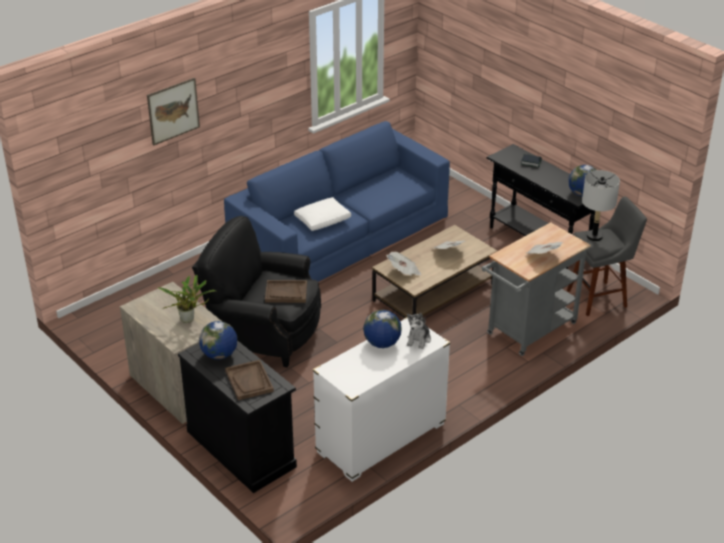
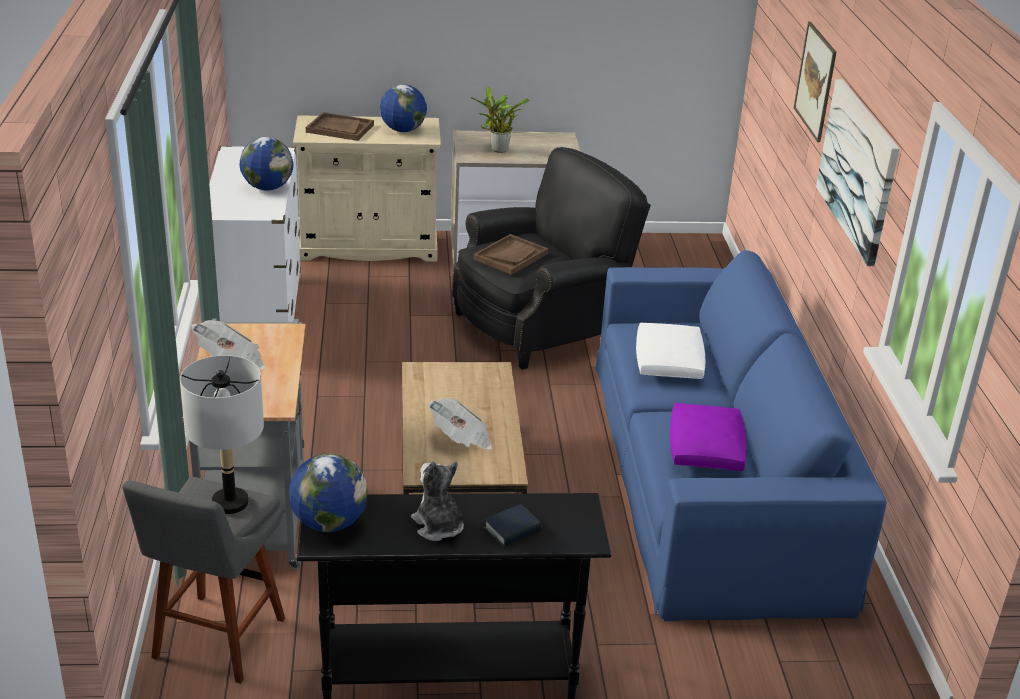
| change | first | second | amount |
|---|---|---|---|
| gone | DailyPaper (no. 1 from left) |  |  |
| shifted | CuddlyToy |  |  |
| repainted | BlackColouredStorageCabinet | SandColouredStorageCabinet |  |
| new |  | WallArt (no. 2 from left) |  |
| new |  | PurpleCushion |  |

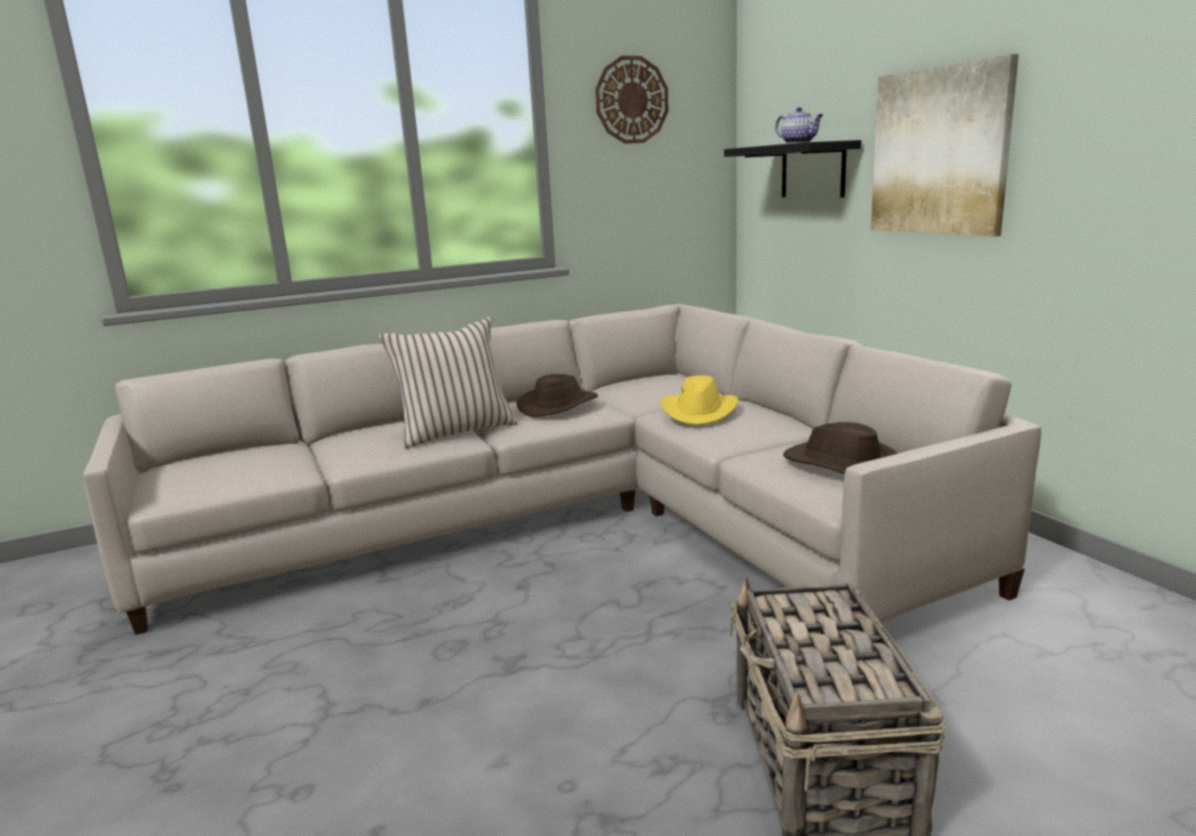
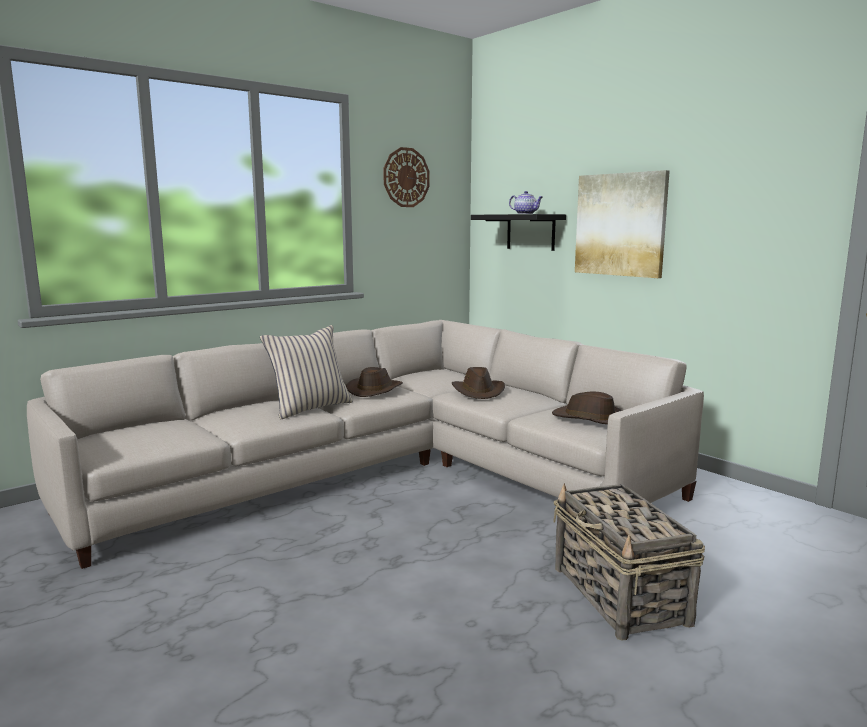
| change | first | second | amount |
|---|---|---|---|
| repainted | YellowColouredWearableHat | BrownWearableHat (no. 2 from left) |  |

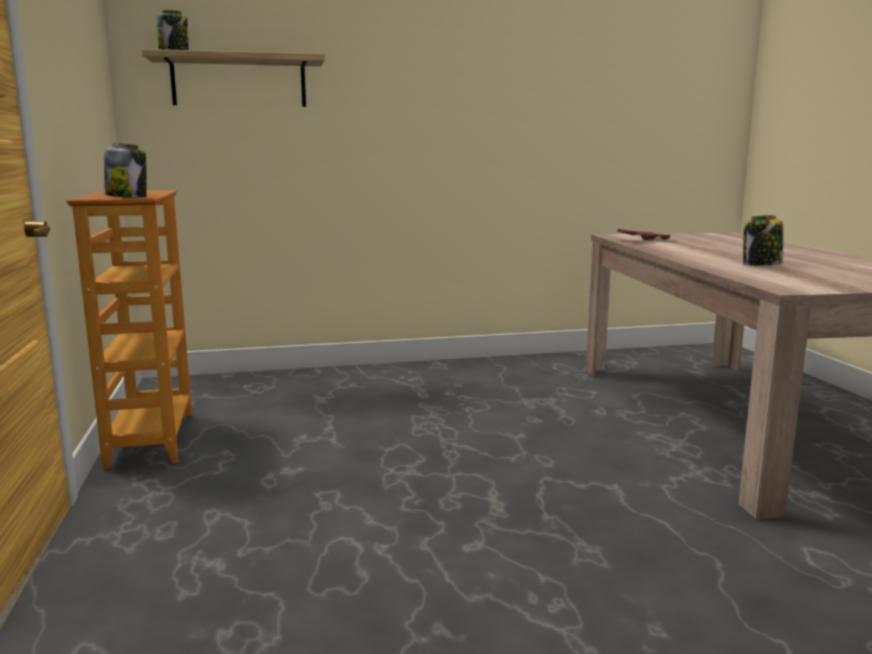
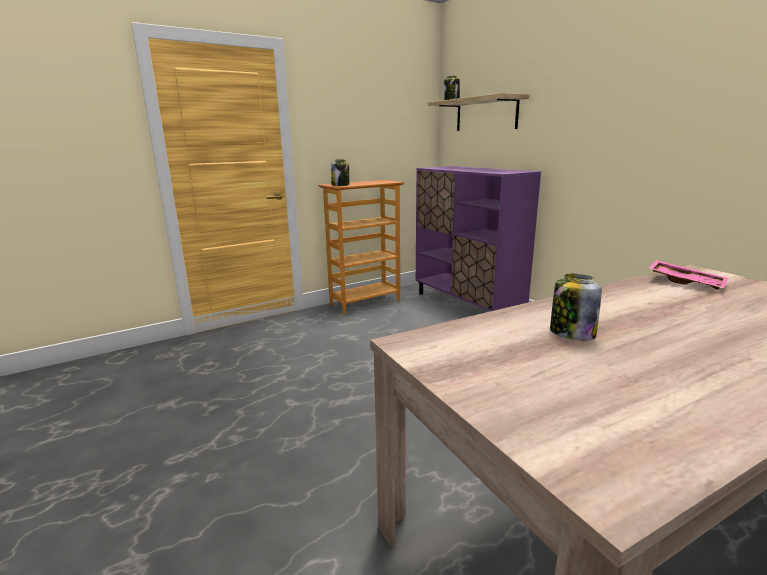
| change | first | second | amount |
|---|---|---|---|
| new |  | PurpleStorageCabinet |  |

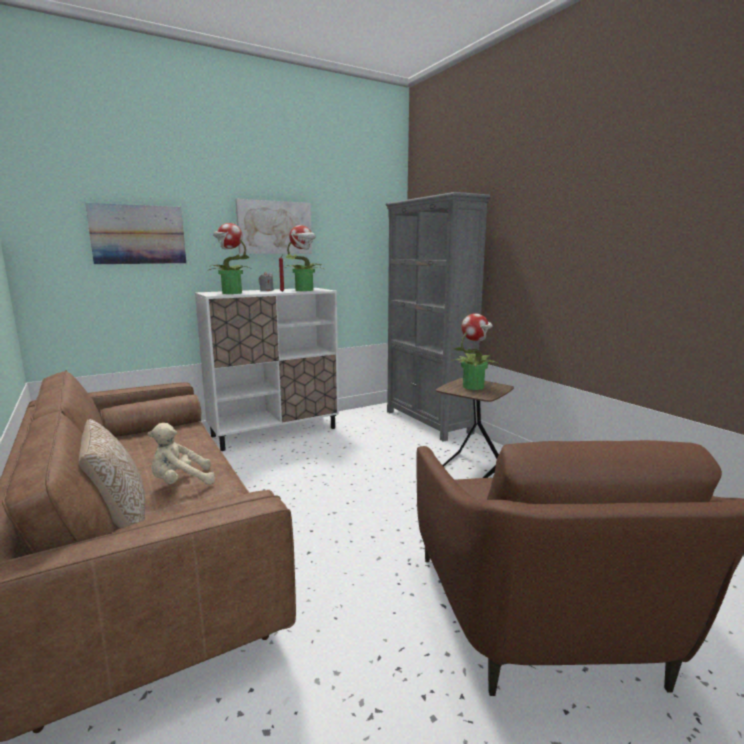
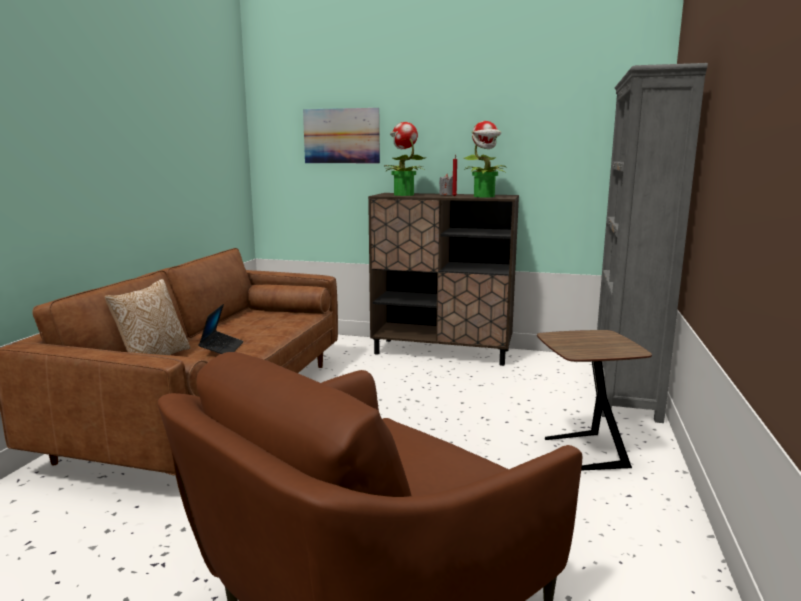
| change | first | second | amount |
|---|---|---|---|
| gone | WallArt (no. 2 from left) |  |  |
| repainted | WhitishStorageCabinet | BrownStorageCabinet |  |
| gone | PlantInAPot (no. 3 from left) |  |  |
| swapped | SandColouredCuddlyToy | NotebookComputer |  |

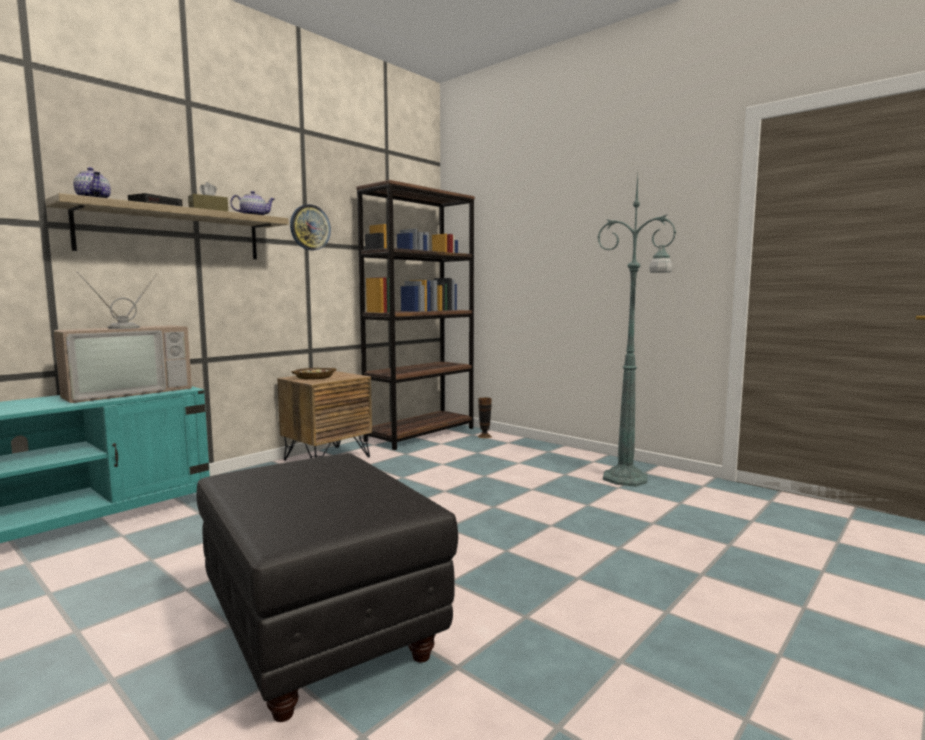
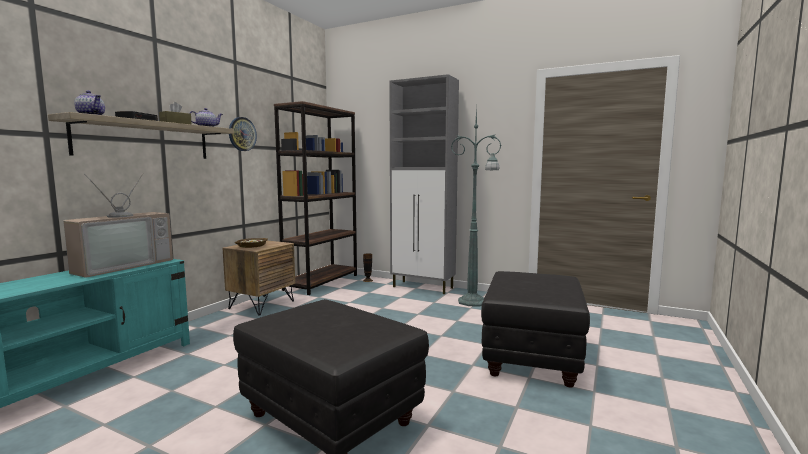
| change | first | second | amount |
|---|---|---|---|
| new |  | GrayStorageCabinet |  |
| new |  | BlackColouredOttoman (no. 2 from left) |  |

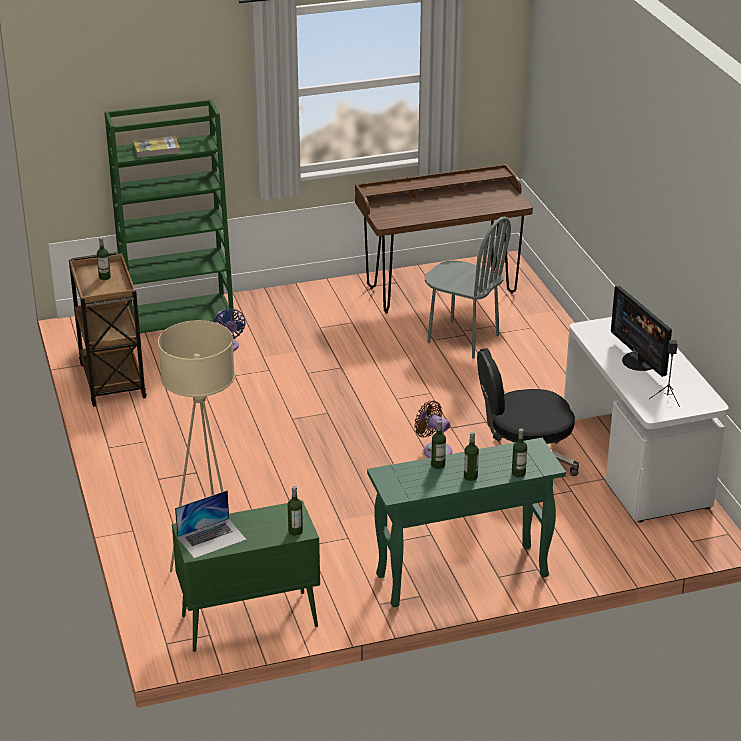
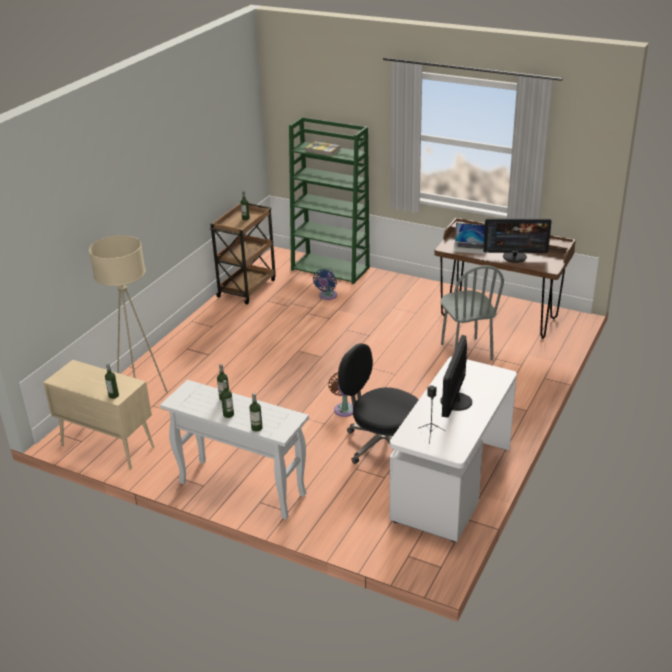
| change | first | second | amount |
|---|---|---|---|
| repainted | GreenColouredConsoleTable | WhitishConsoleTable |  |
| shifted | NotebookComputer |  |  |
| repainted | GreenColouredStorageCabinet | SandColouredStorageCabinet |  |
| new |  | Monitor (no. 2 from left) |  |

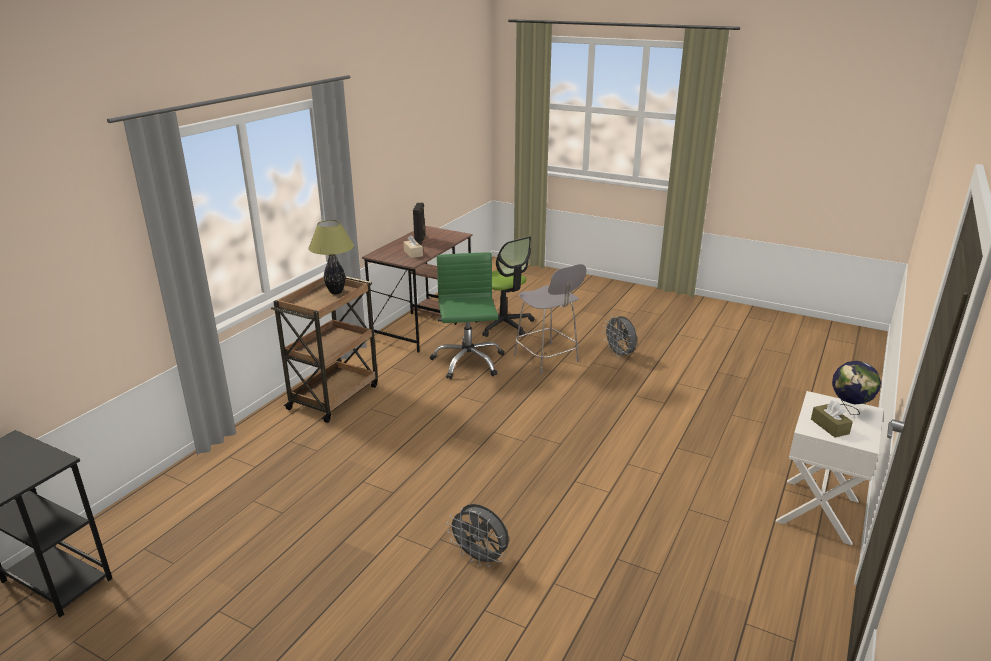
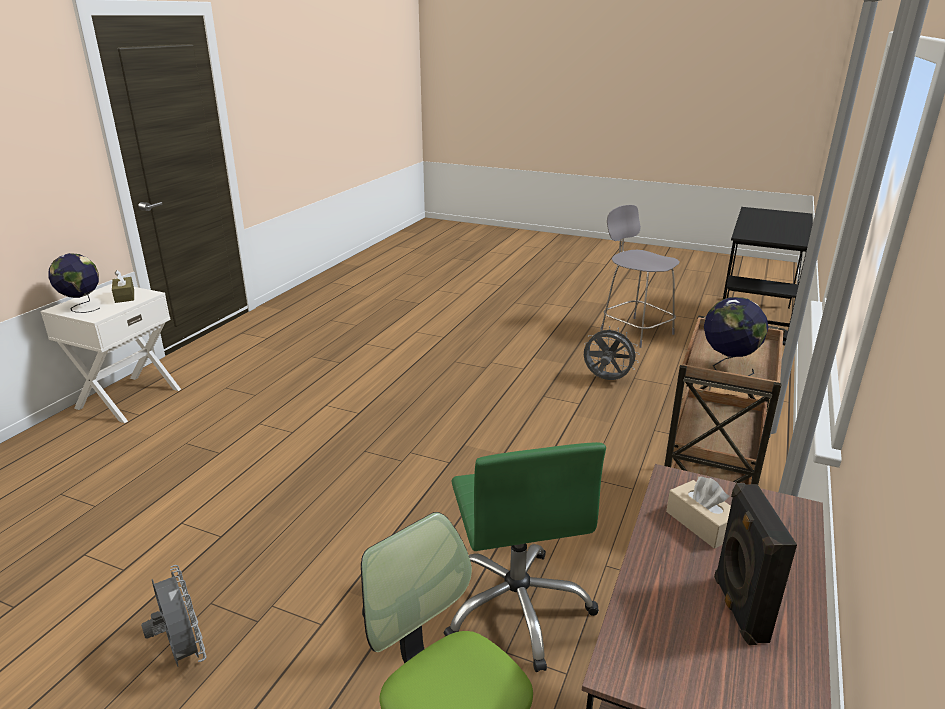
| change | first | second | amount |
|---|---|---|---|
| swapped | TabletopLamp | DeskGlobe (no. 2 from left) |  |
| shifted | GrayUprightChair |  |  |
| shifted | GrayElectricFan (no. 1 from left in the first image) | GrayElectricFan (no. 2 from left) |  |

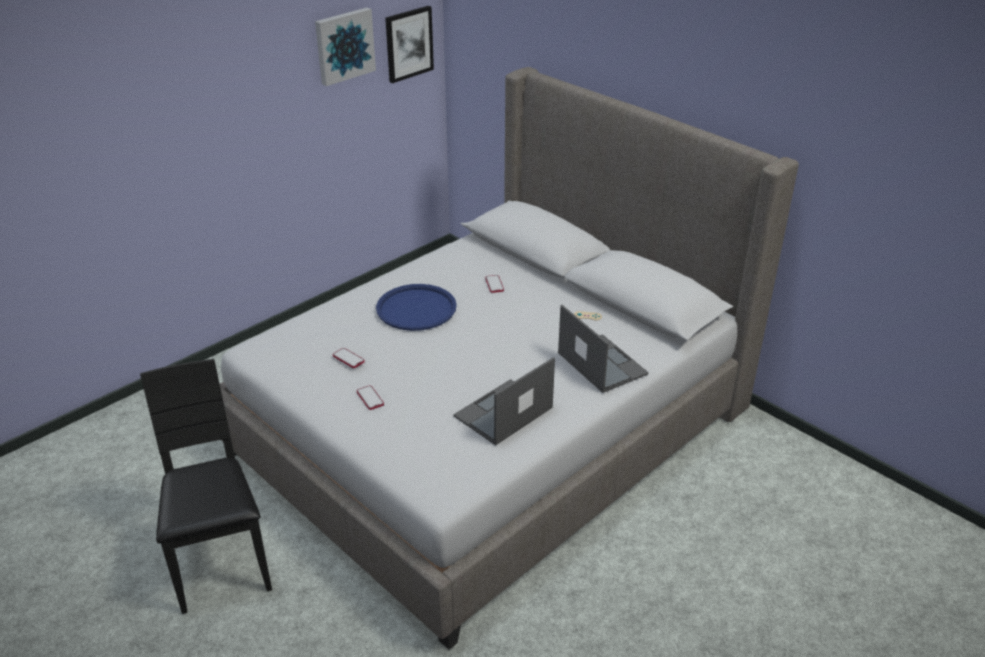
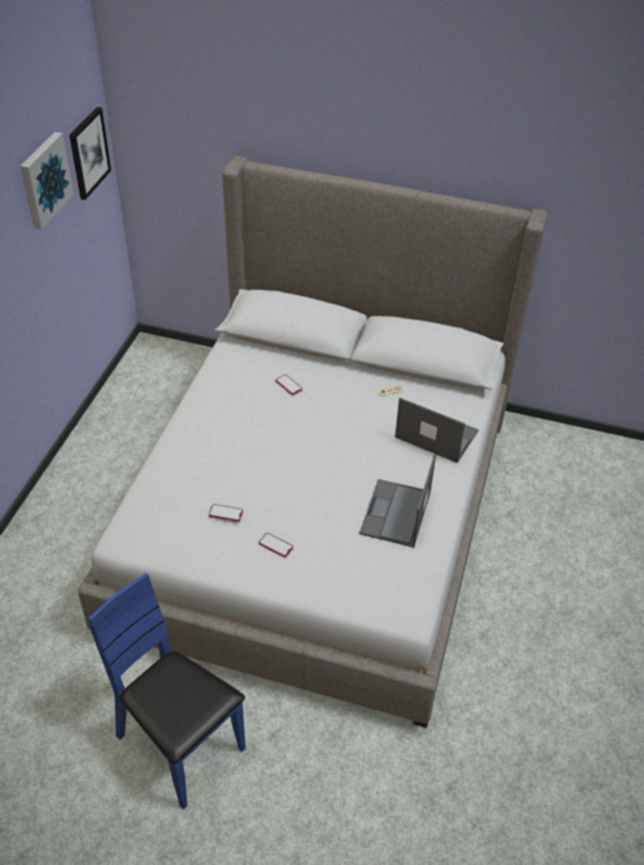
| change | first | second | amount |
|---|---|---|---|
| gone | BluishServingTray |  |  |
| repainted | BlackColouredUprightChair | BluishUprightChair |  |

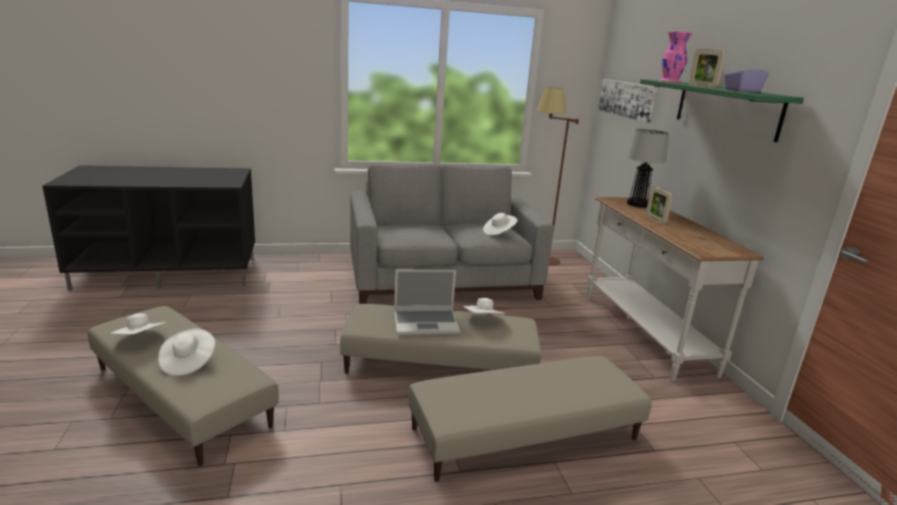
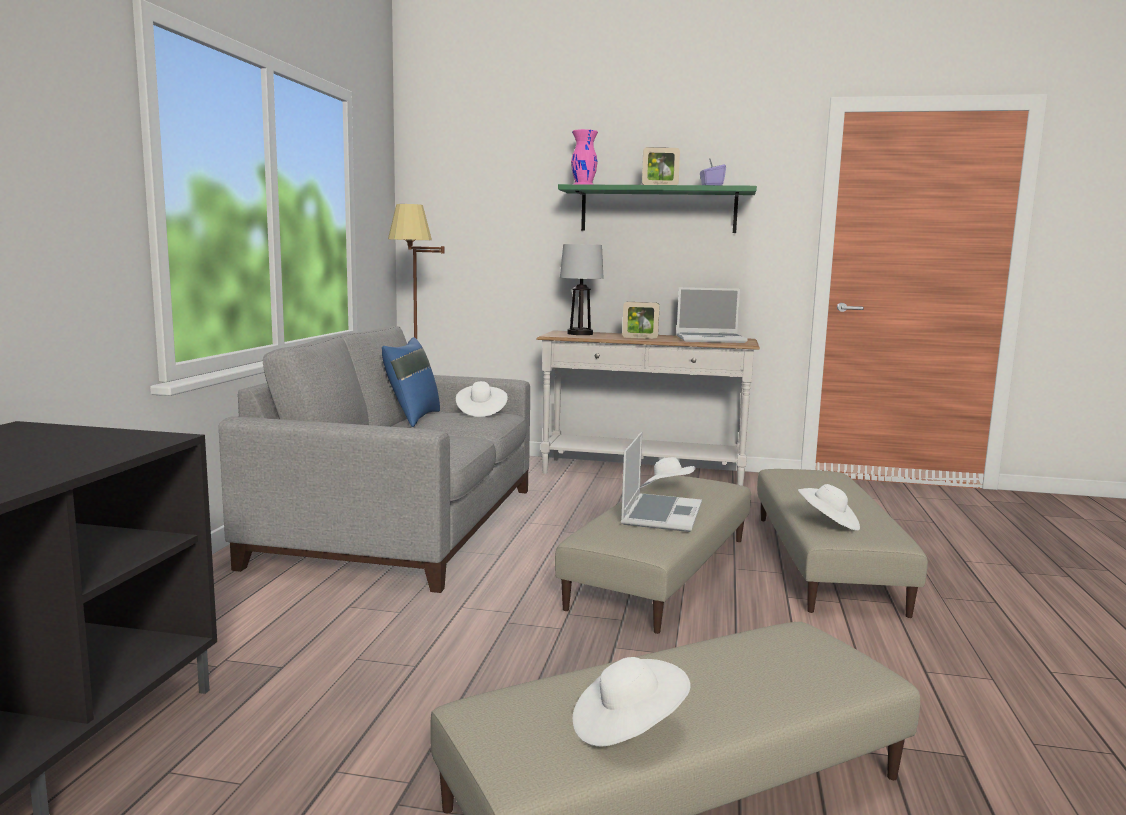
| change | first | second | amount |
|---|---|---|---|
| gone | WallArt |  |  |
| shifted | WhitishWearableHat (no. 2 from left in the first image) | WhitishWearableHat (no. 4 from left) |  |
| new |  | NotebookComputer (no. 2 from left) |  |
| new |  | BluishCushion |  |

